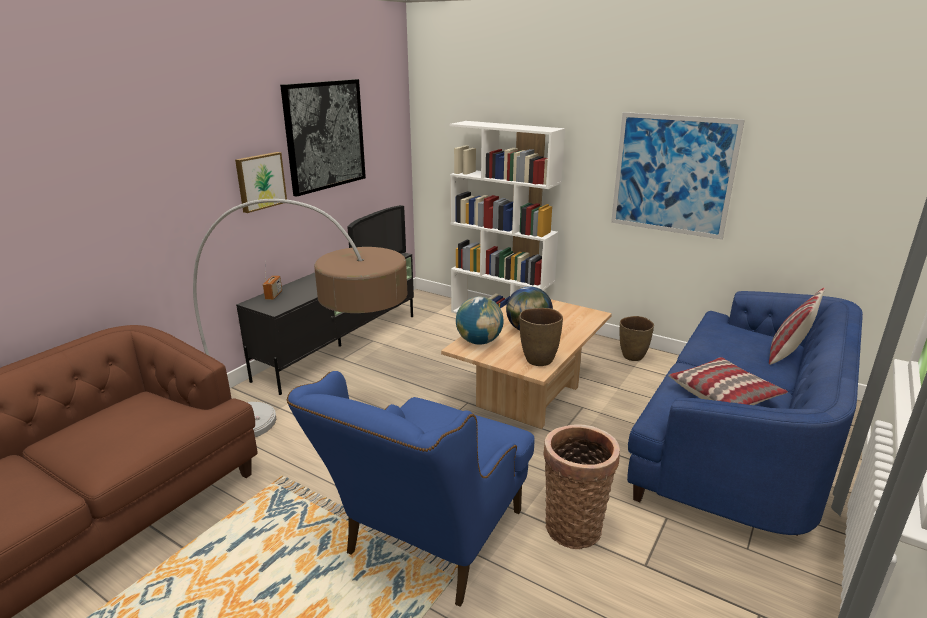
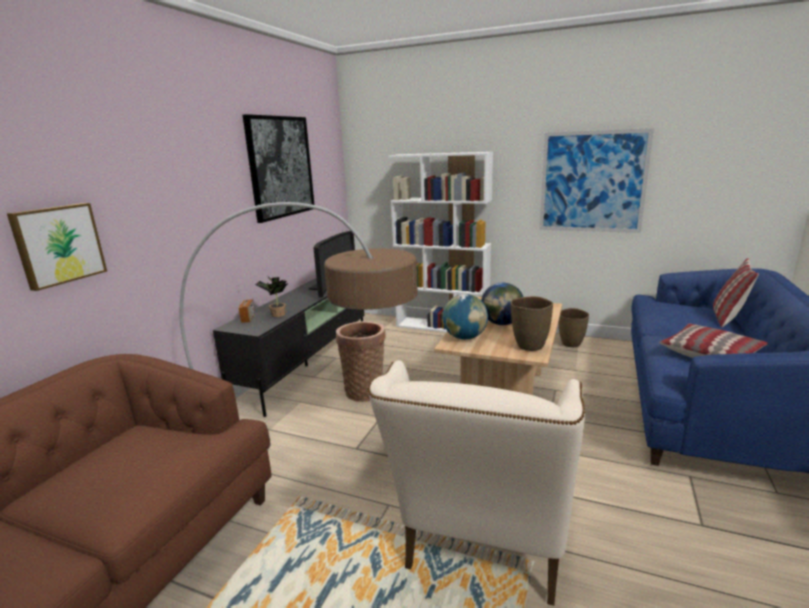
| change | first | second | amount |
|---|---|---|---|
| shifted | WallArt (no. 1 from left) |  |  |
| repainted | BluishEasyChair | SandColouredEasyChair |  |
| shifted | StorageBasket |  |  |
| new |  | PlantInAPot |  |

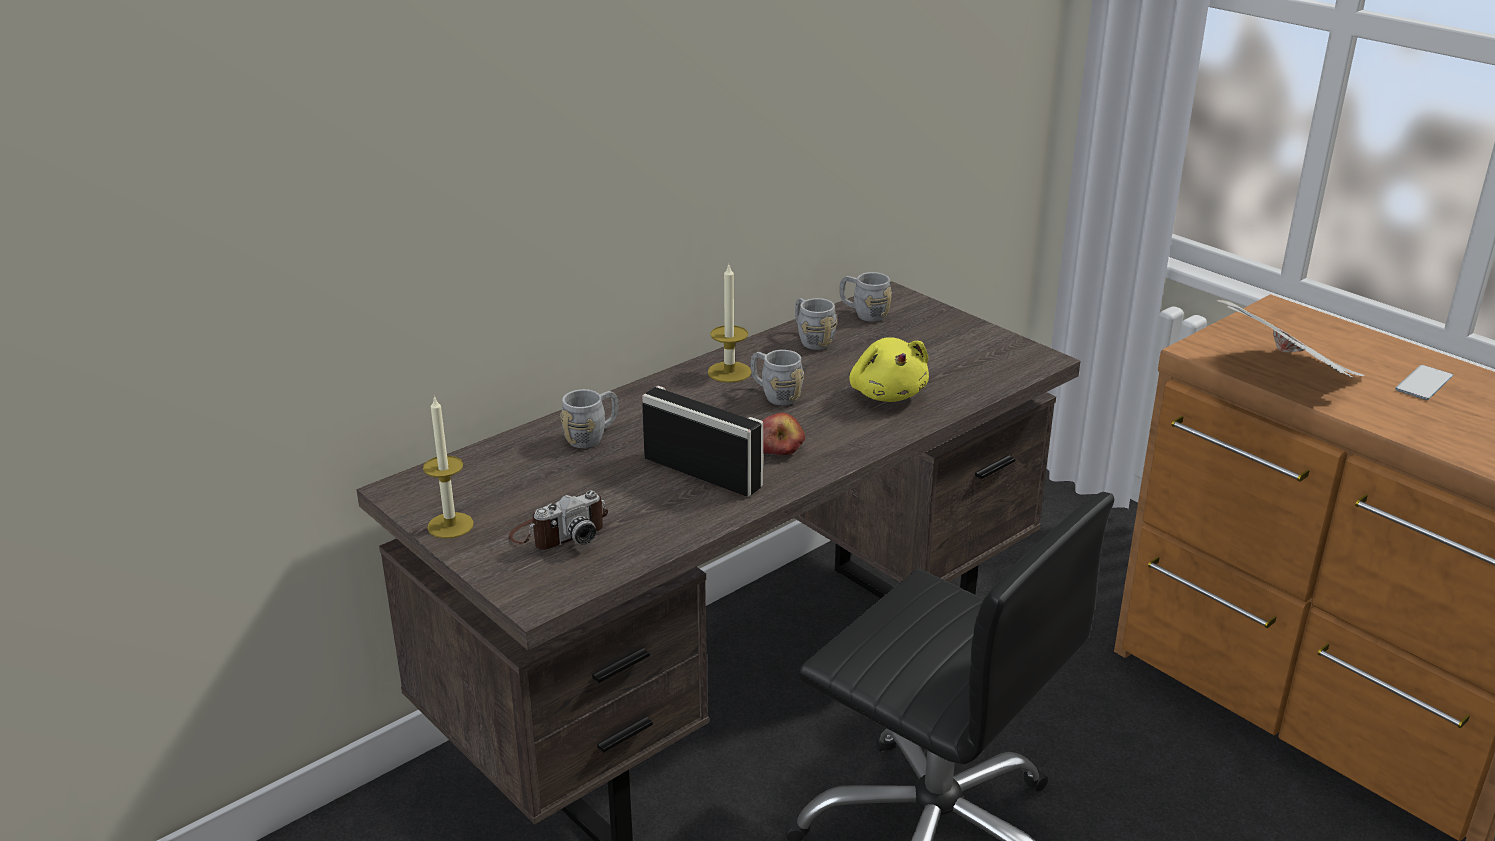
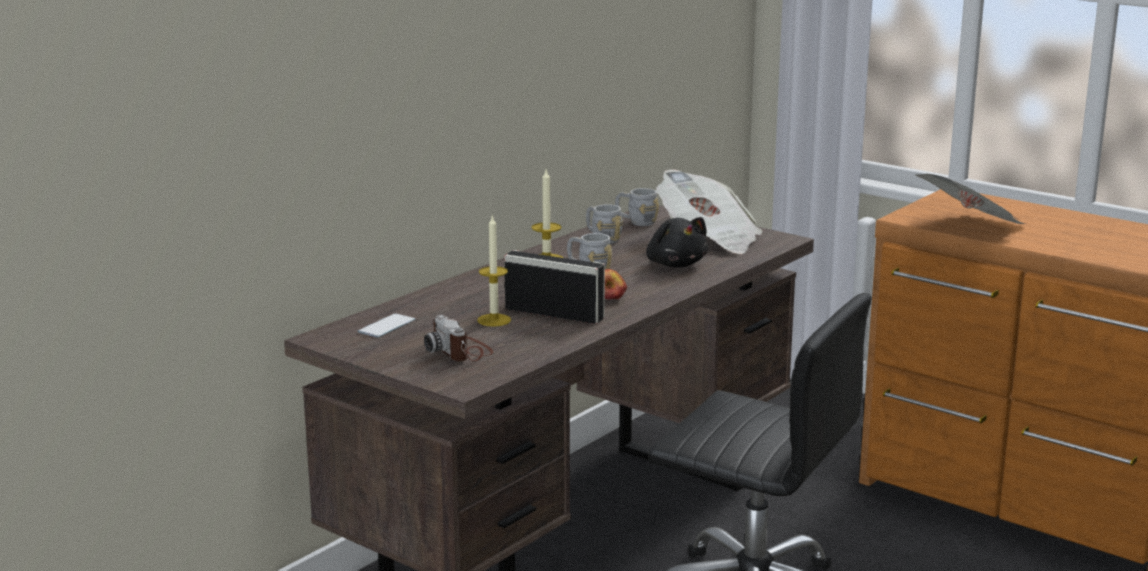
| change | first | second | amount |
|---|---|---|---|
| repainted | YellowColouredCuddlyToy | BlackColouredCuddlyToy |  |
| shifted | Phone |  |  |
| gone | GrayTeaMug (no. 1 from left) |  |  |
| shifted | WaxCandle (no. 1 from left) |  |  |
| rotated | PhotoCamera |  | 105 degrees clockwise |
| new |  | DailyPaper (no. 1 from left) |  |

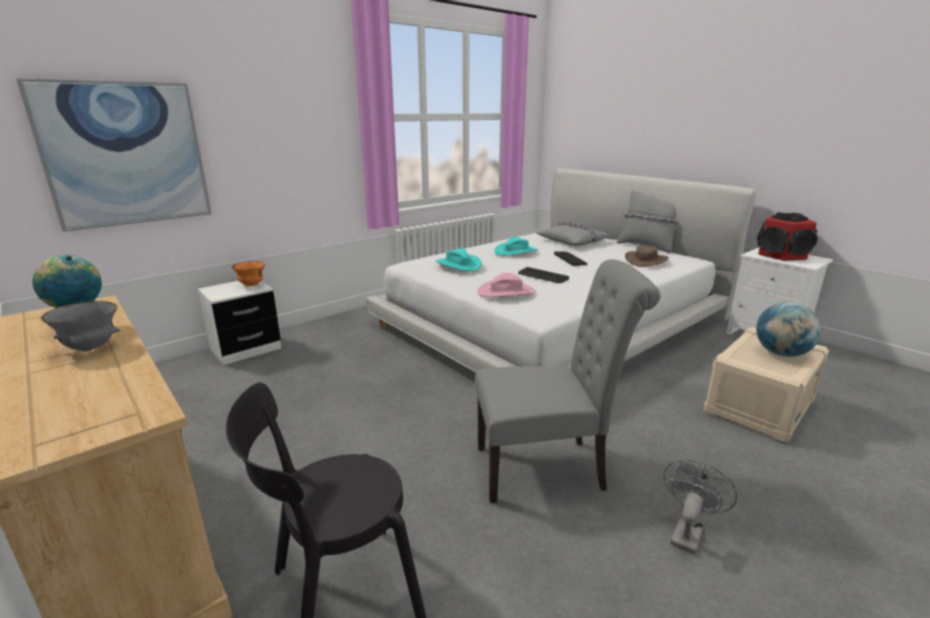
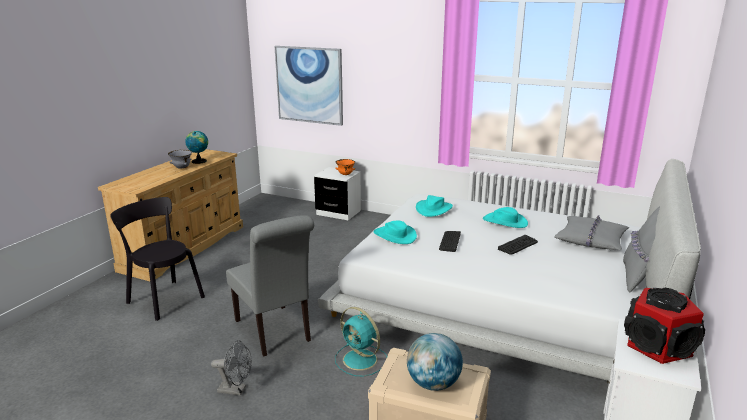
| change | first | second | amount |
|---|---|---|---|
| gone | BrownWearableHat |  |  |
| repainted | PinkColouredWearableHat | TurquoiseWearableHat (no. 1 from left) |  |
| new |  | TurquoiseElectricFan |  |

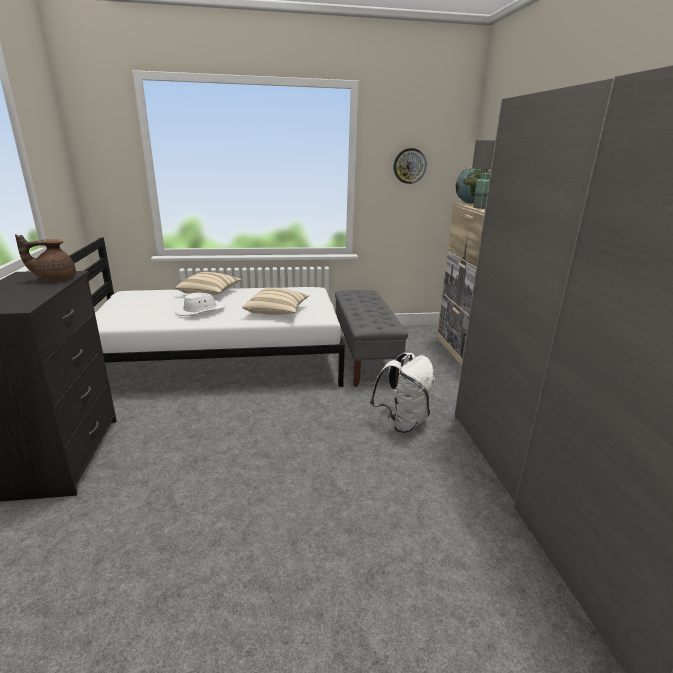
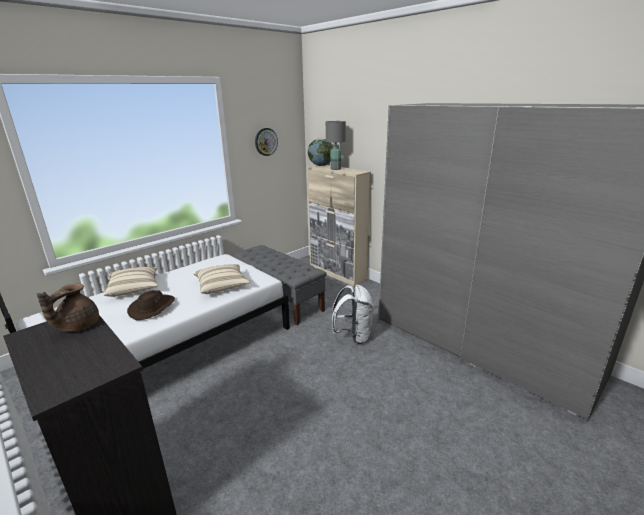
| change | first | second | amount |
|---|---|---|---|
| repainted | WhitishWearableHat | BrownWearableHat |  |

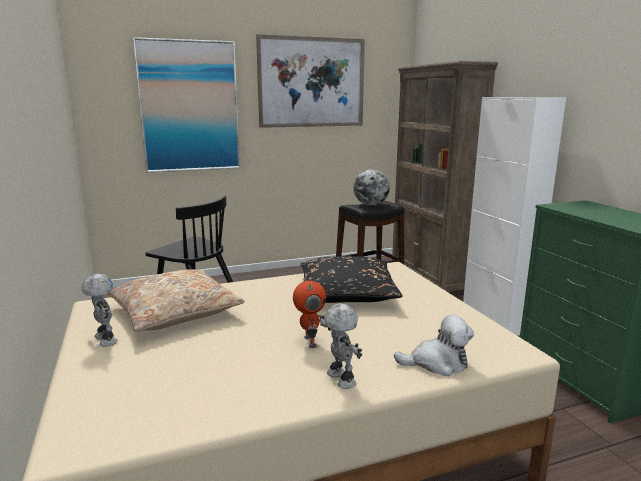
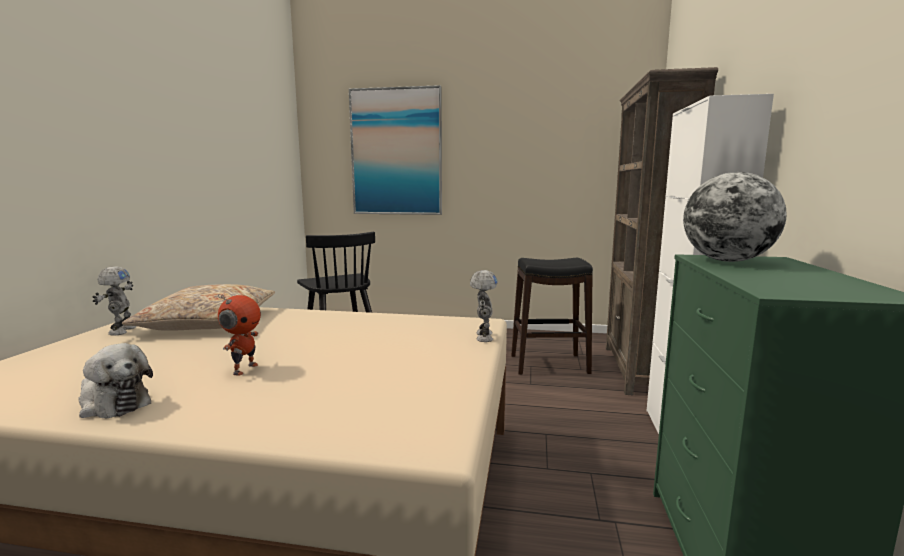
| change | first | second | amount |
|---|---|---|---|
| gone | WallArt (no. 2 from left) |  |  |
| shifted | DeskGlobe |  |  |
| gone | BlackColouredCushion |  |  |
| shifted | ToyRobot (no. 3 from left) |  |  |
| shifted | CuddlyToy |  |  |

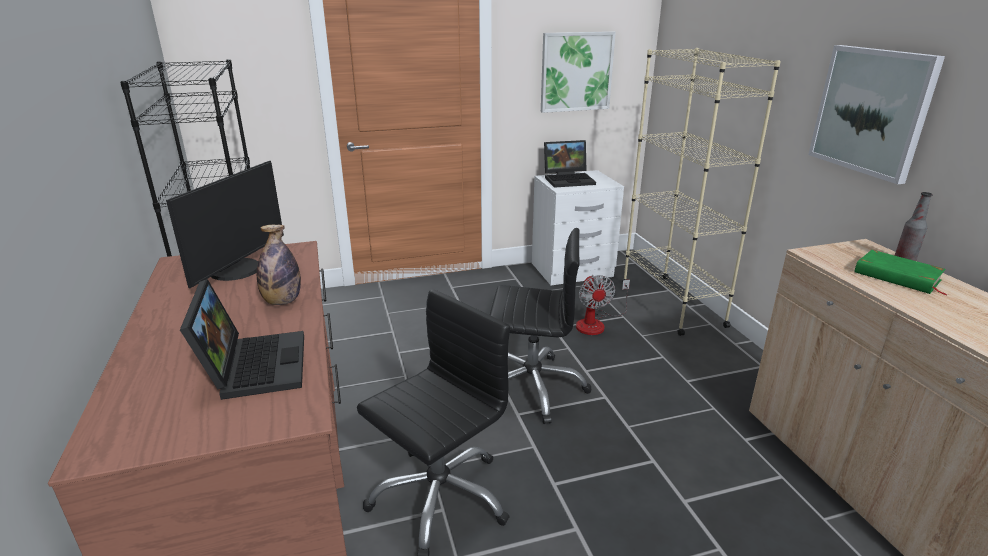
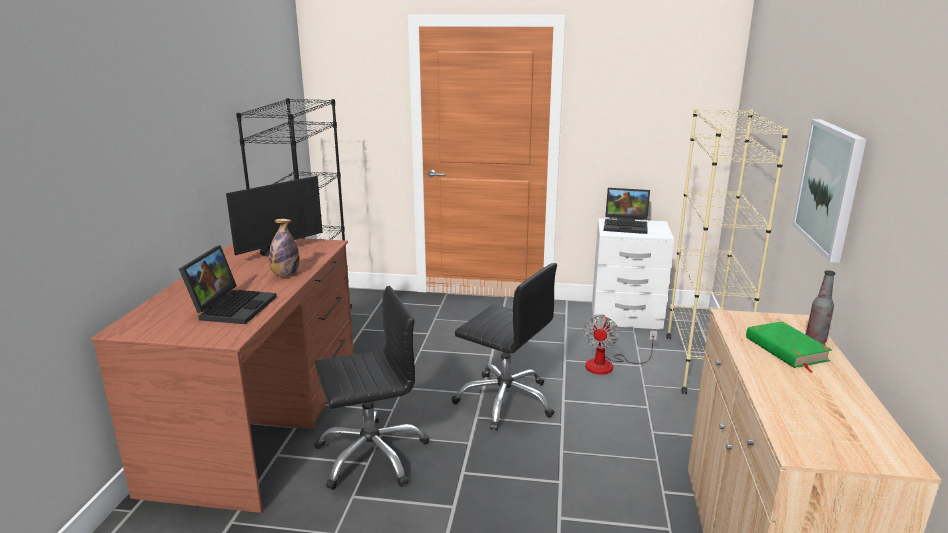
| change | first | second | amount |
|---|---|---|---|
| gone | WallArt (no. 1 from left) |  |  |

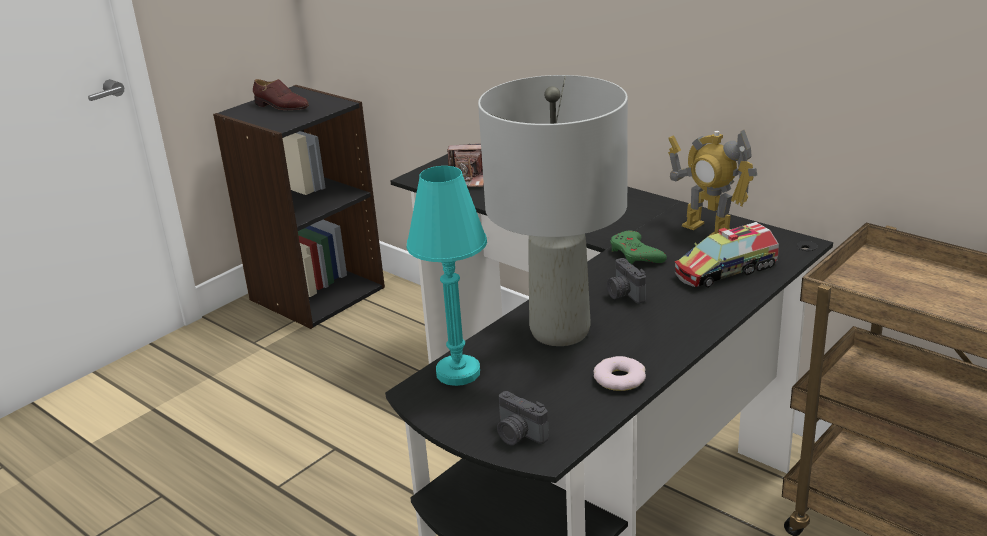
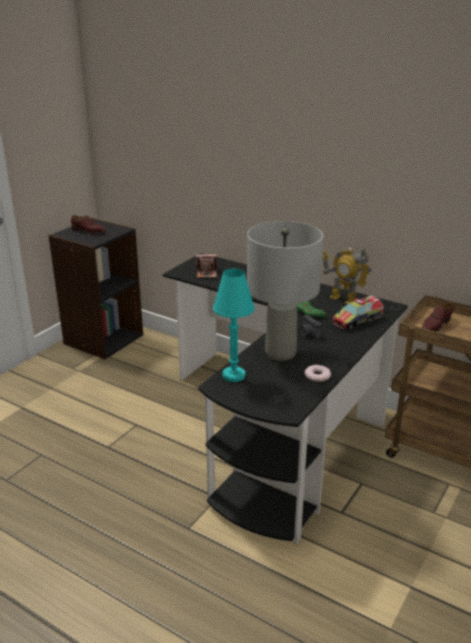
| change | first | second | amount |
|---|---|---|---|
| gone | PhotoCamera (no. 2 from left) |  |  |
| new |  | BrownLowShoe (no. 2 from left) |  |

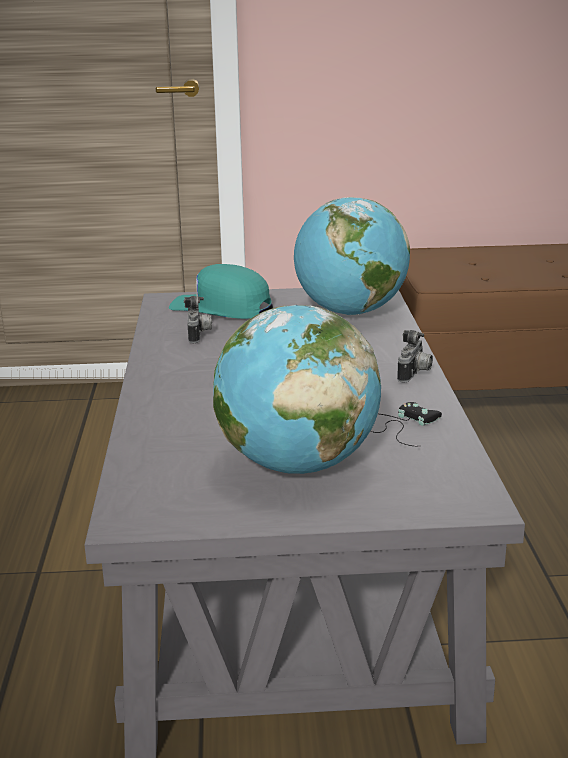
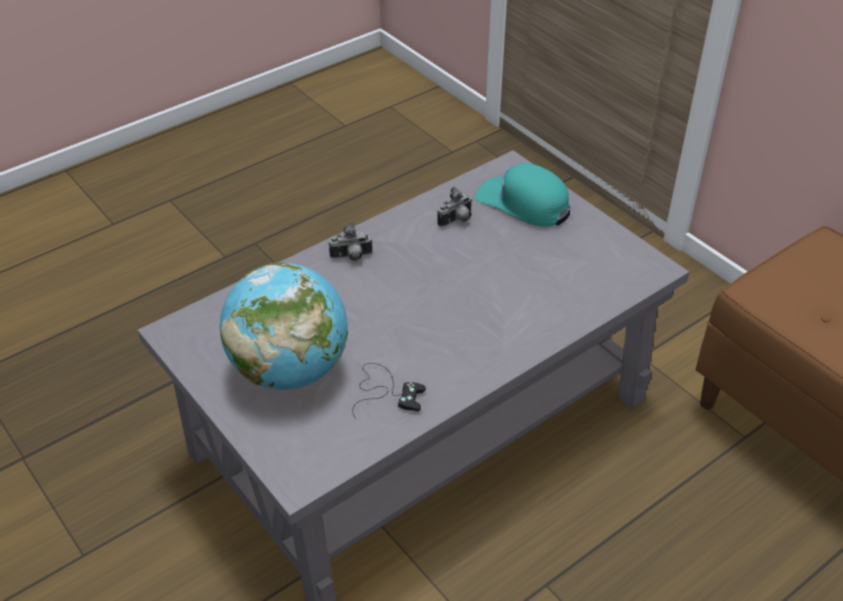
| change | first | second | amount |
|---|---|---|---|
| gone | DeskGlobe (no. 2 from left) |  |  |
| rotated | TurquoiseCap |  | 45 degrees counterclockwise |
| shifted | PhotoCamera (no. 2 from left in the first image) | PhotoCamera (no. 1 from left) |  |

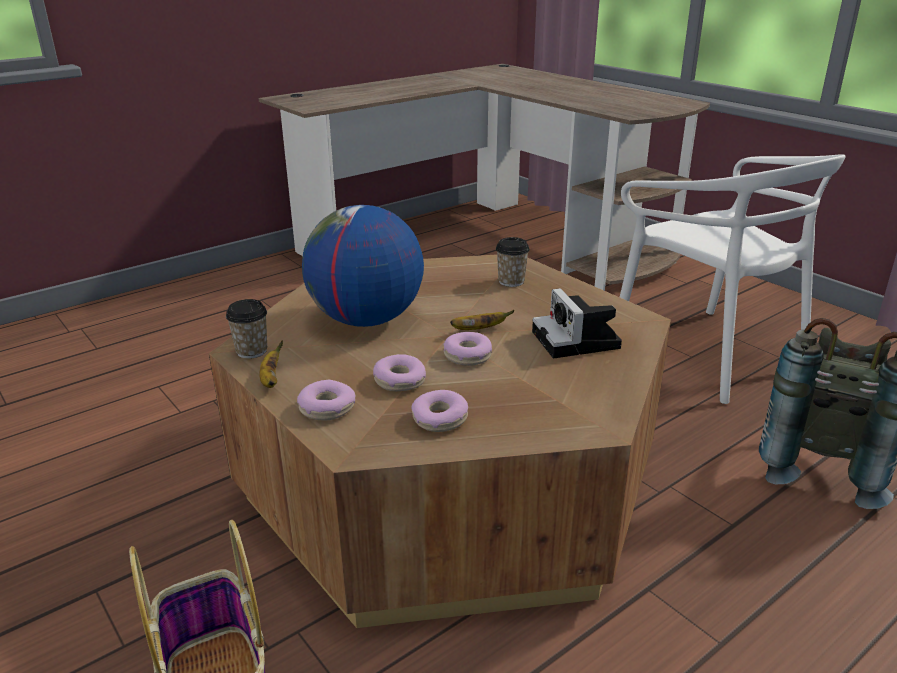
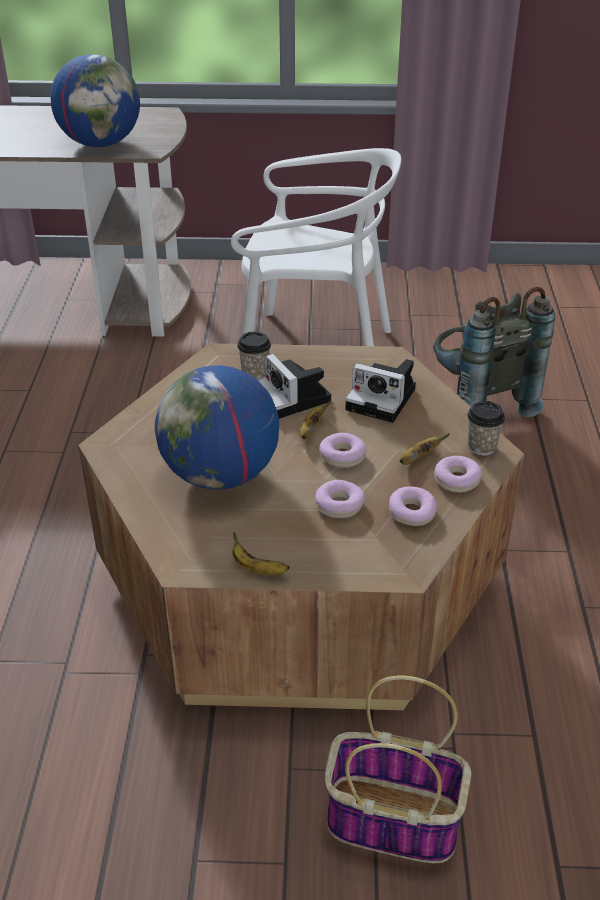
| change | first | second | amount |
|---|---|---|---|
| shifted | DrinkingCup (no. 1 from left in the first image) | DrinkingCup (no. 2 from left) |  |
| shifted | Doughnut (no. 1 from left in the first image) | Doughnut (no. 4 from left) |  |
| new |  | DeskGlobe (no. 1 from left) |  |
| new |  | PhotoCamera (no. 1 from left) |  |
| new |  | WholeBanana (no. 3 from left) |  |

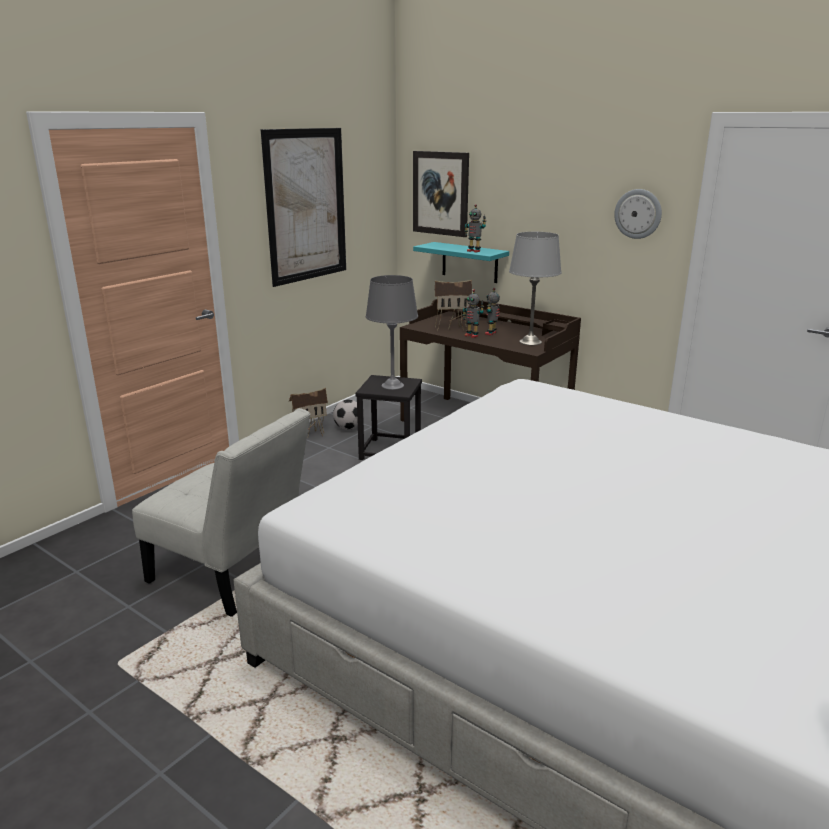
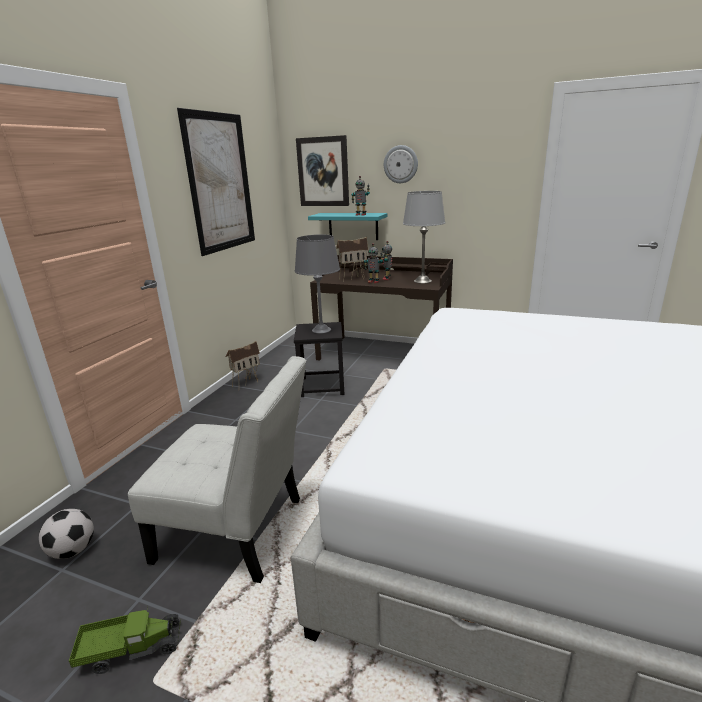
| change | first | second | amount |
|---|---|---|---|
| shifted | HangingClock |  |  |
| shifted | BallForFootball |  |  |
| new |  | ModelTruck |  |

